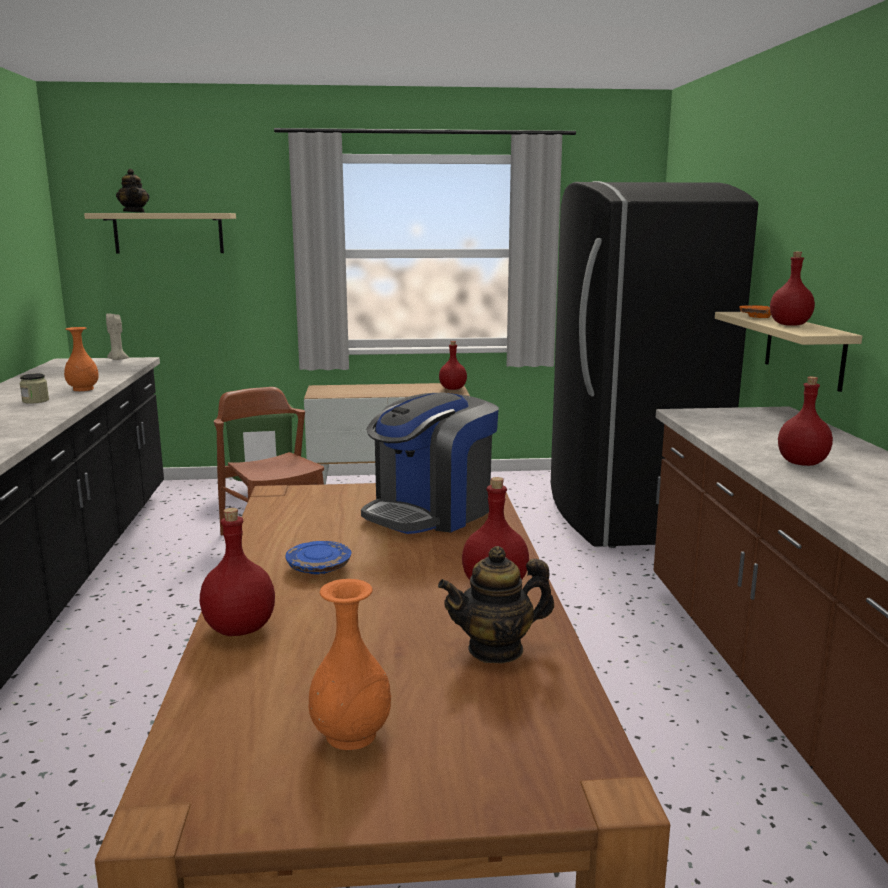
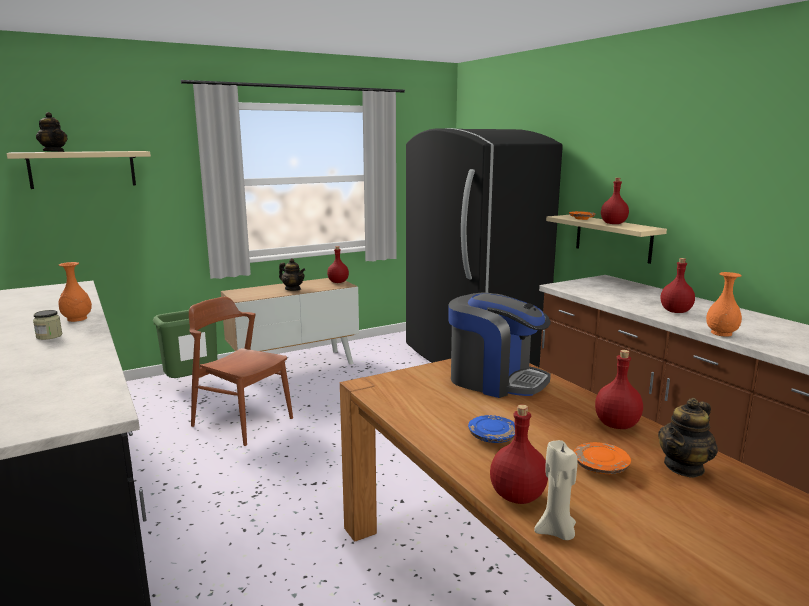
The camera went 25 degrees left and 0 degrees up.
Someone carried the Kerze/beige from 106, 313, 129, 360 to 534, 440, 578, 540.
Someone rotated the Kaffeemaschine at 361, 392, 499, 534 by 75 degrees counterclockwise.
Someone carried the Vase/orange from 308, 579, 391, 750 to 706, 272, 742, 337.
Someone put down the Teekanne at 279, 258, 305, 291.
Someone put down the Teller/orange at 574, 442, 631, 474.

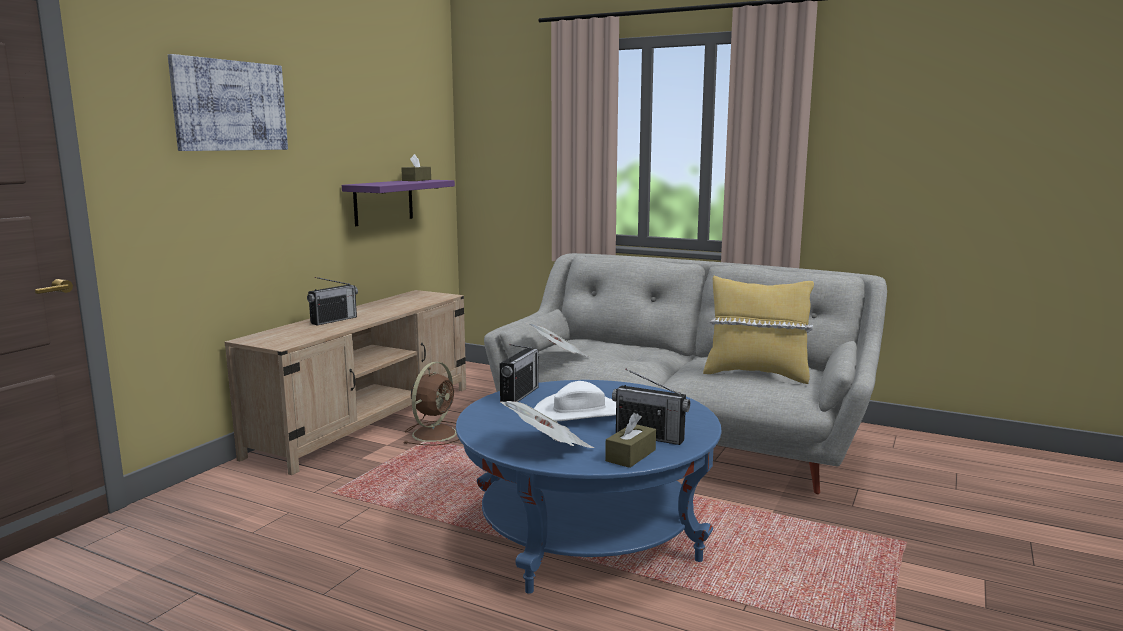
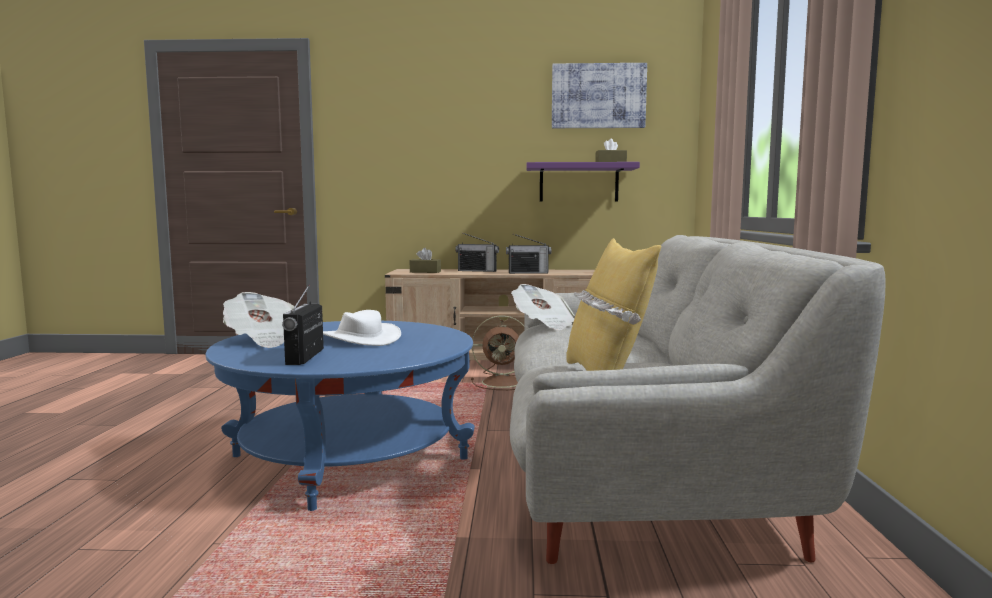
The camera went 65 degrees right and 5 degrees down.
Someone carried the Bild from 168, 54, 288, 151 to 552, 63, 647, 128.
Someone carried the Radio from 500, 344, 539, 402 to 506, 234, 551, 274.
Someone carried the Taschentuchbox/braun from 605, 413, 656, 468 to 410, 248, 441, 273.

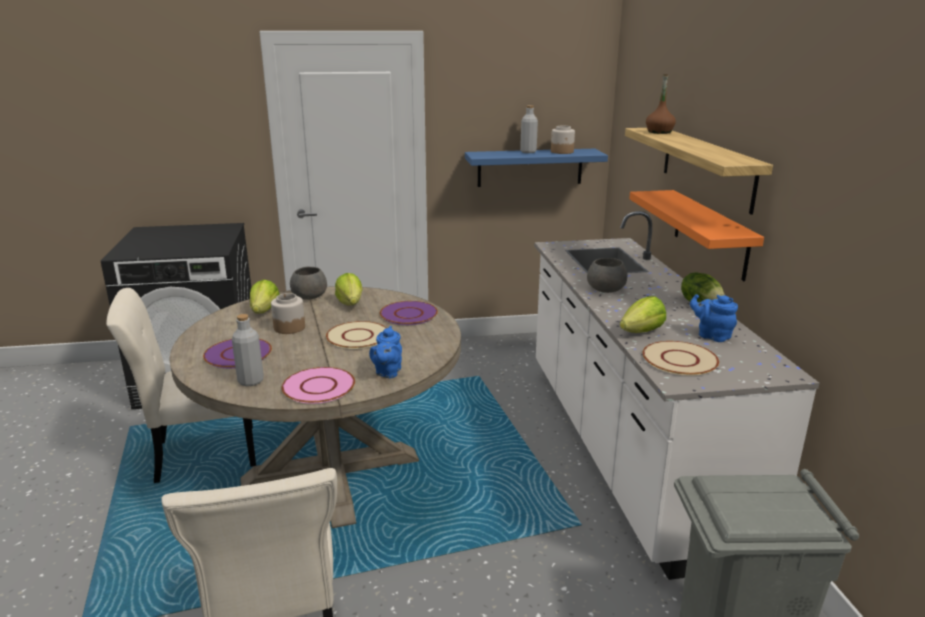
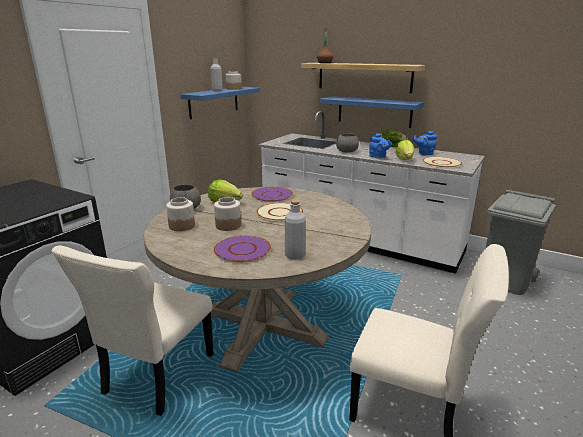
The camera went 50 degrees left and 0 degrees up.
Someone repainted the Wandregal/orange at 629, 190, 764, 281, which became the Wandregal/blau at 320, 96, 424, 128.
Someone swapped the Salatkopf at 250, 280, 280, 313 for the Vorratsglas at 166, 197, 195, 231.
Someone carried the Teekanne/blau from 369, 326, 402, 378 to 369, 133, 392, 159.
Someone took away the Teller/rosa at 282, 367, 355, 404.

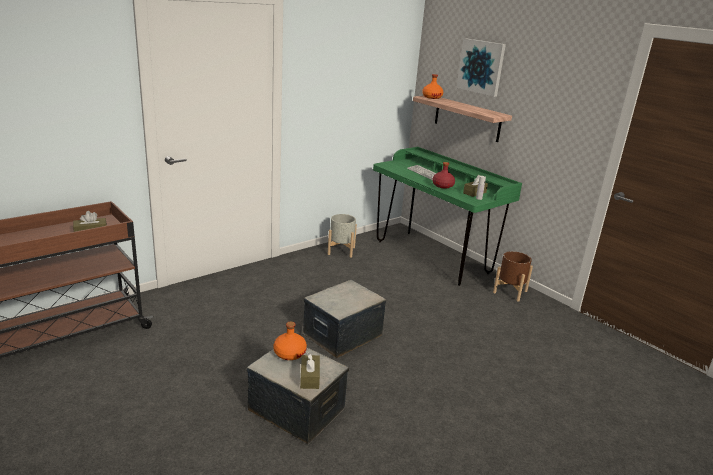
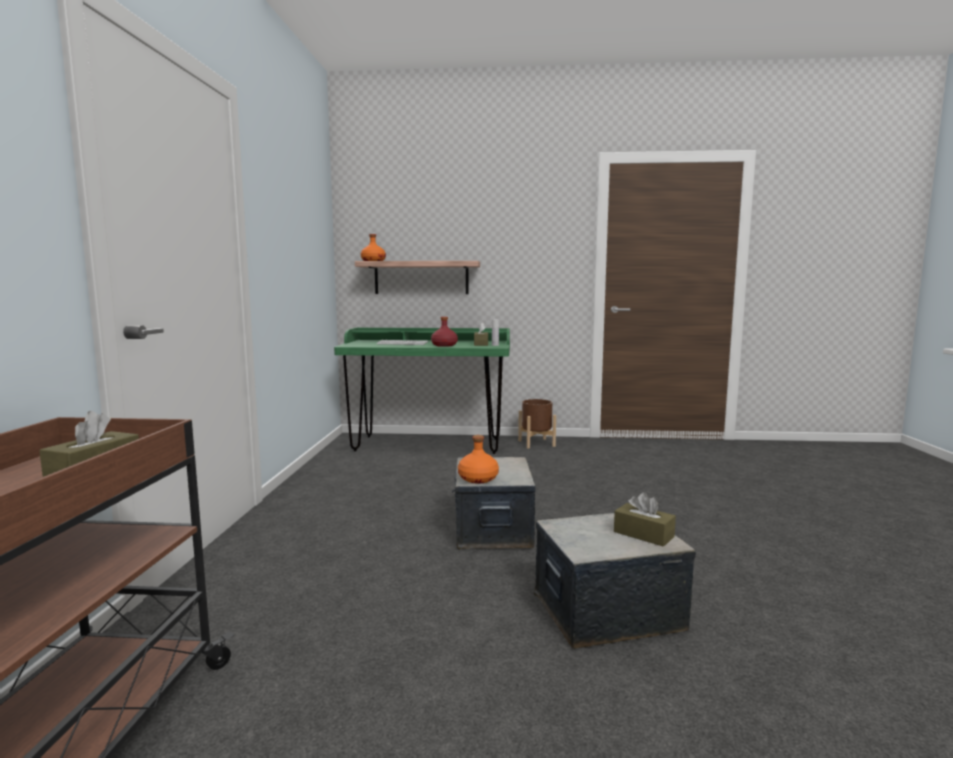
The camera went 45 degrees left and 15 degrees down.
Someone took away the Bild at 457, 38, 506, 97.
Someone took away the Pflanzkübel/grau at 328, 214, 357, 258.
Someone carried the Flasche/orange from 273, 322, 307, 360 to 458, 435, 499, 483.

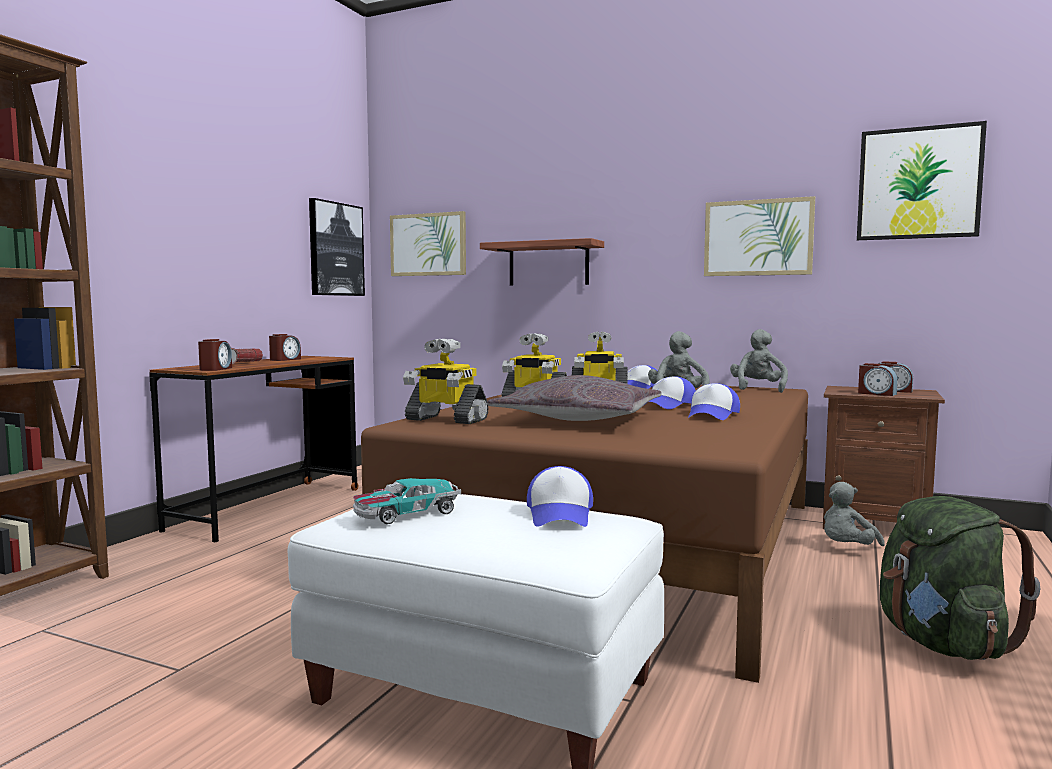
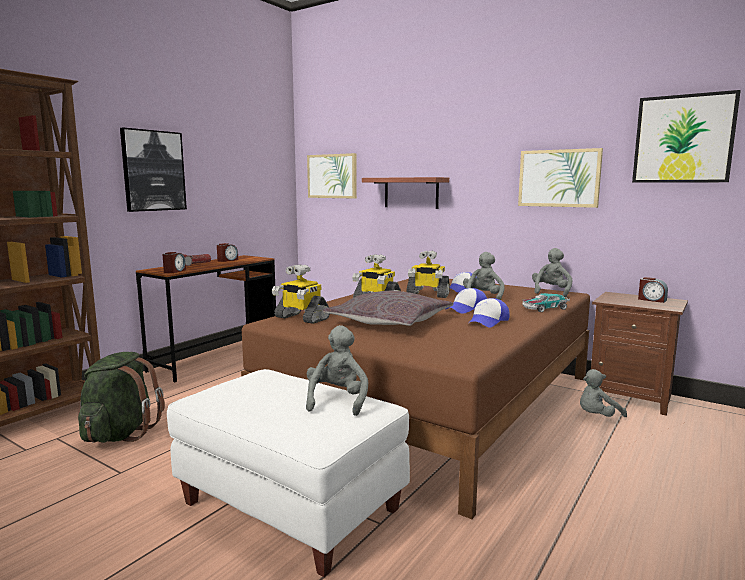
The camera went 10 degrees right and 5 degrees up.
Someone carried the Bild from 309, 198, 365, 296 to 120, 128, 187, 212.
Someone took away the Wecker at 858, 363, 898, 396.
Someone swapped the Kappe at 527, 466, 593, 527 for the Plüschtier/grau at 306, 325, 368, 416.
Someone carried the Spielzeugauto from 353, 478, 461, 524 to 522, 293, 570, 312.
Someone carried the Rucksack/grün from 880, 496, 1040, 660 to 78, 352, 165, 443.

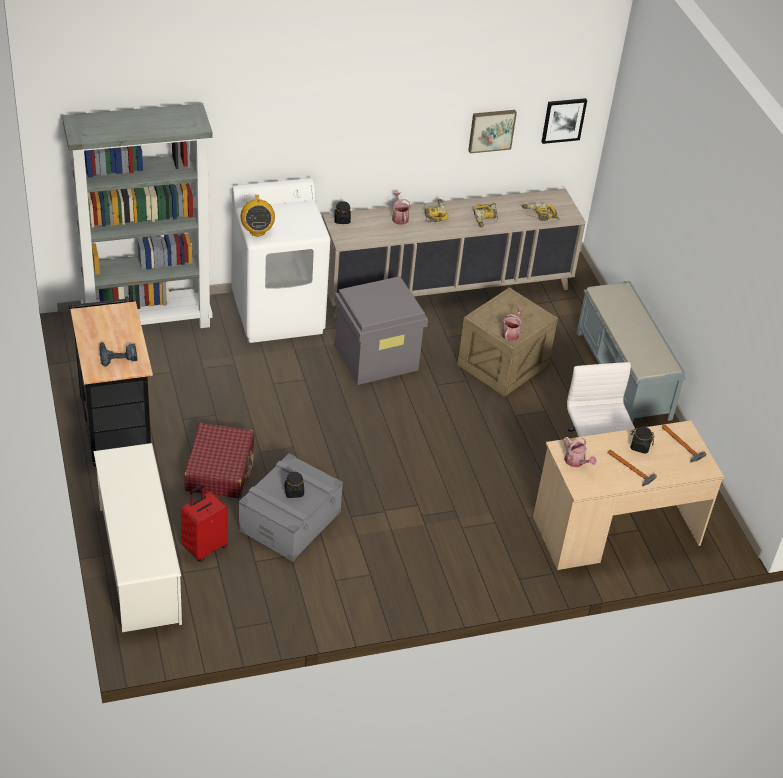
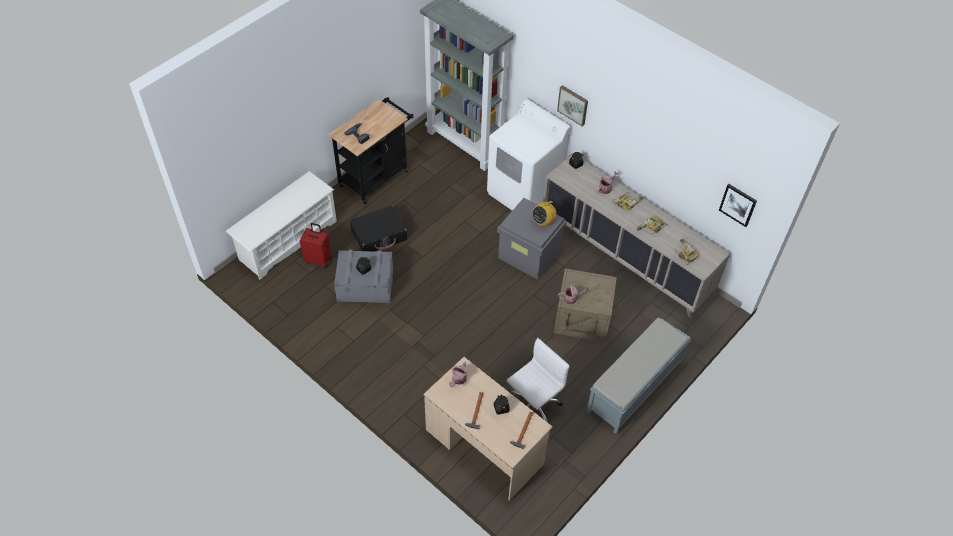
The camera went 60 degrees right and 10 degrees up.
Someone carried the Bild from 468, 110, 517, 153 to 557, 85, 588, 126.
Someone carried the Radio from 240, 195, 275, 236 to 532, 197, 557, 227.
Someone repainted the Koffer/rot at 184, 423, 254, 498, which became the Koffer/schwarz at 350, 206, 407, 251.

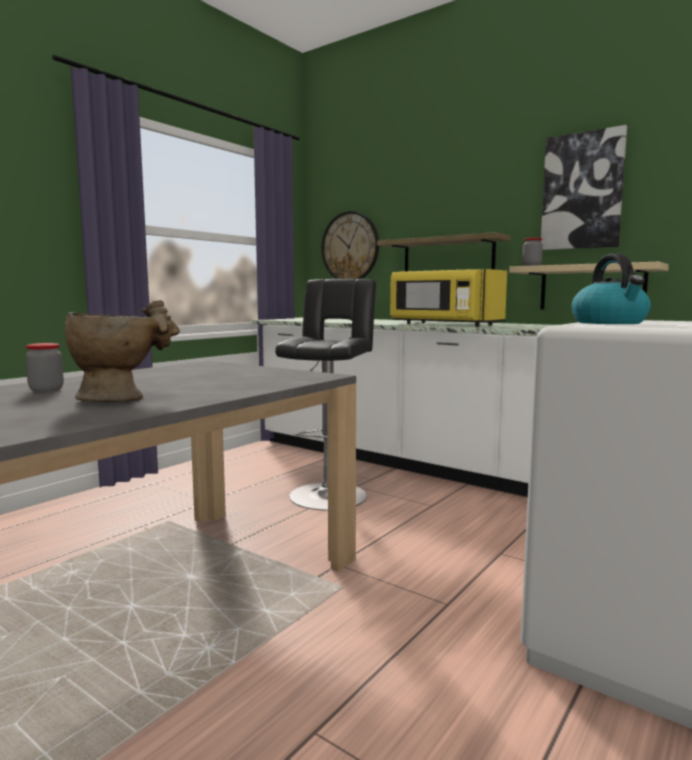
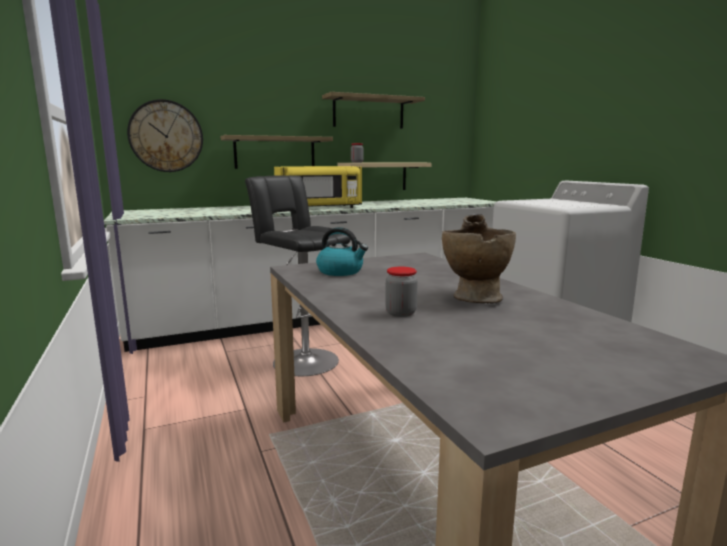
The camera went 60 degrees left and 5 degrees up.
Someone swapped the Bild at 541, 125, 627, 250 for the Wandregal at 322, 92, 425, 129.
Someone carried the Wasserkessel from 571, 253, 651, 324 to 316, 227, 368, 276.

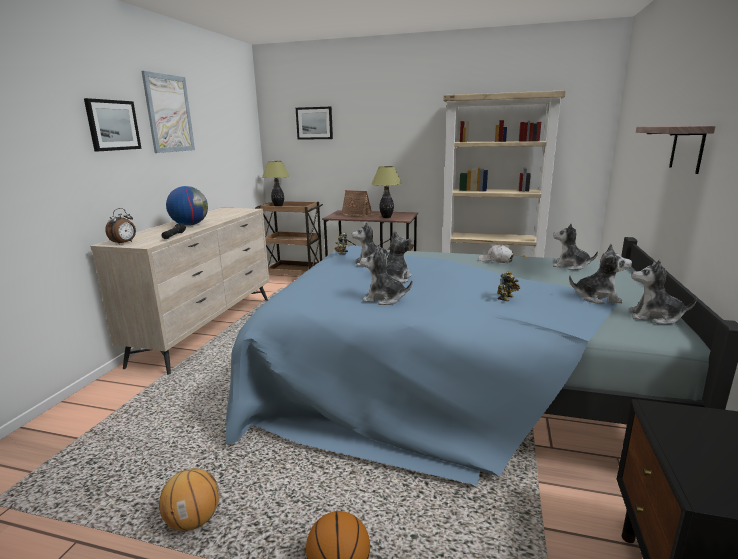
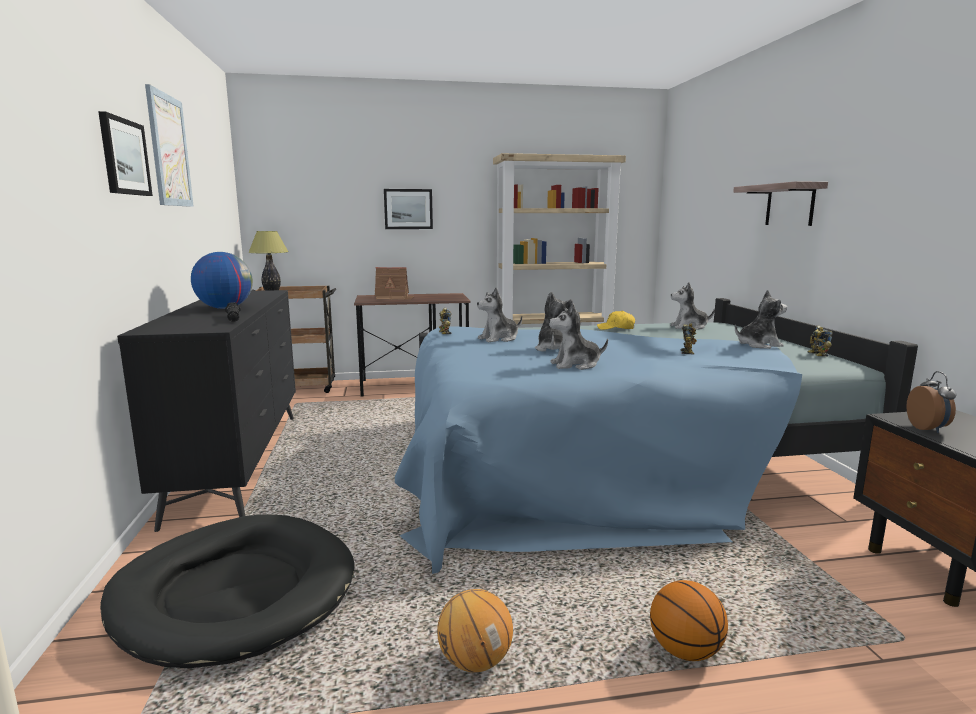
The camera went 25 degrees left and 5 degrees down.
Someone carried the Bild from 296, 107, 333, 140 to 384, 189, 433, 229.
Someone took away the Tischlampe at 371, 166, 402, 218.
Someone repainted the Kommode/beige at 90, 208, 270, 375, which became the Kommode/schwarz at 117, 290, 296, 532.
Someone carried the Wecker from 105, 208, 136, 245 to 906, 371, 956, 433.
Someone repainted the Kappe/weiß at 478, 245, 513, 263, which became the Kappe/gelb at 597, 311, 635, 330.
Someone swapped the Plüschtier at 629, 260, 697, 324 for the Spielzeugroboter at 807, 326, 833, 356.
Someone put down the Hundebett/schwarz at 100, 514, 355, 668.

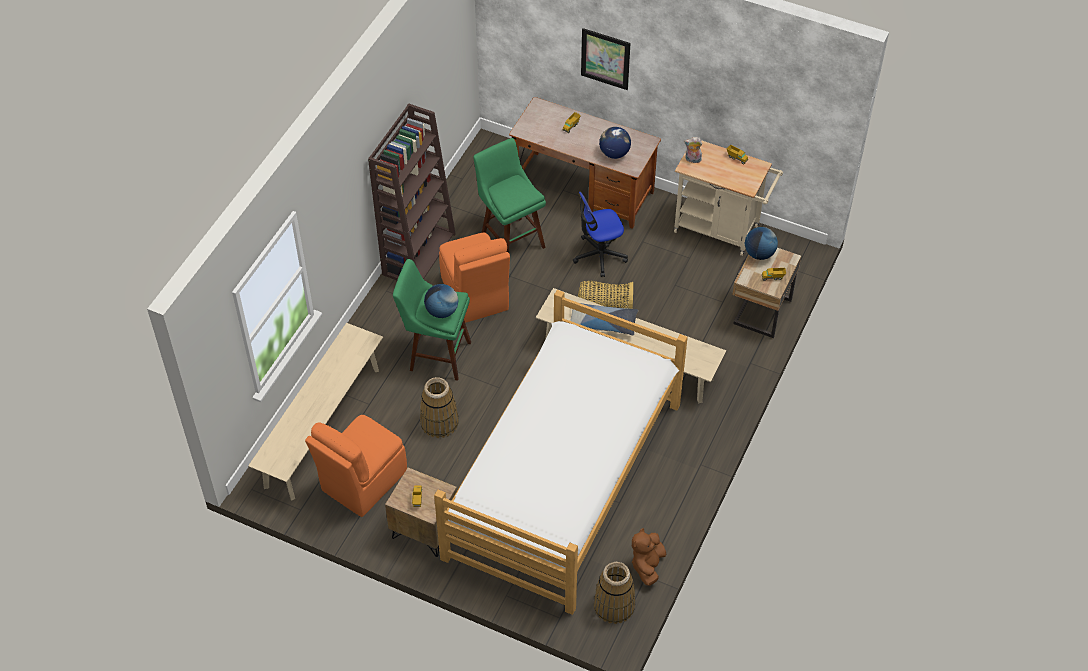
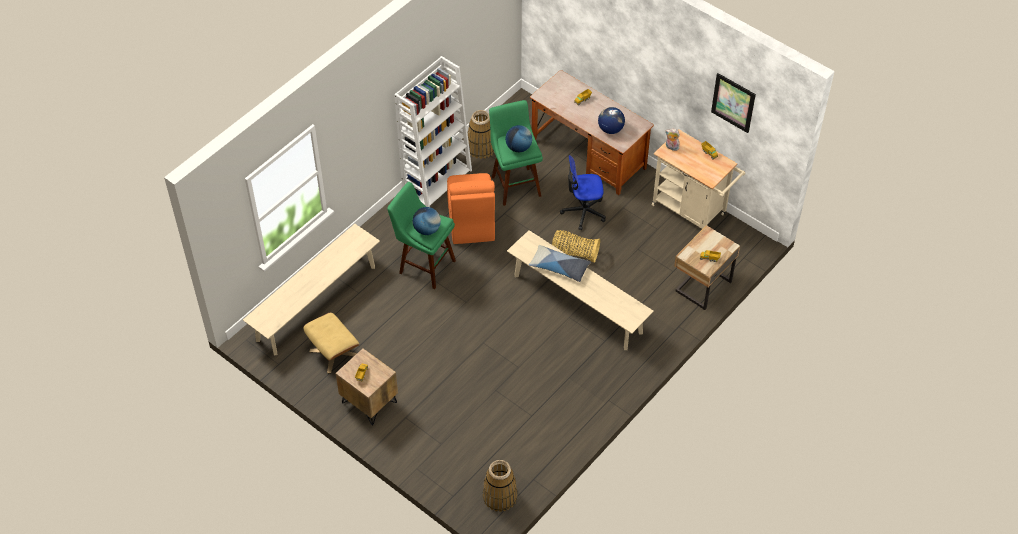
The camera went 15 degrees right and 0 degrees up.
Someone carried the Bild from 581, 28, 630, 90 to 711, 73, 756, 133.
Someone repainted the Bücherregal/braun at 368, 103, 456, 280, which became the Bücherregal/weiß at 394, 56, 472, 207.
Someone carried the Globus from 745, 227, 778, 260 to 505, 125, 533, 152.
Someone took away the Bett at 434, 290, 688, 615.
Someone carried the Korb from 420, 377, 459, 438 to 468, 110, 494, 159.
Someone swapped the Stuhl/orange at 305, 415, 407, 517 for the Polsterhocker/beige at 303, 313, 359, 373.
Someone took away the Plüschtier/braun at 632, 528, 666, 586.

